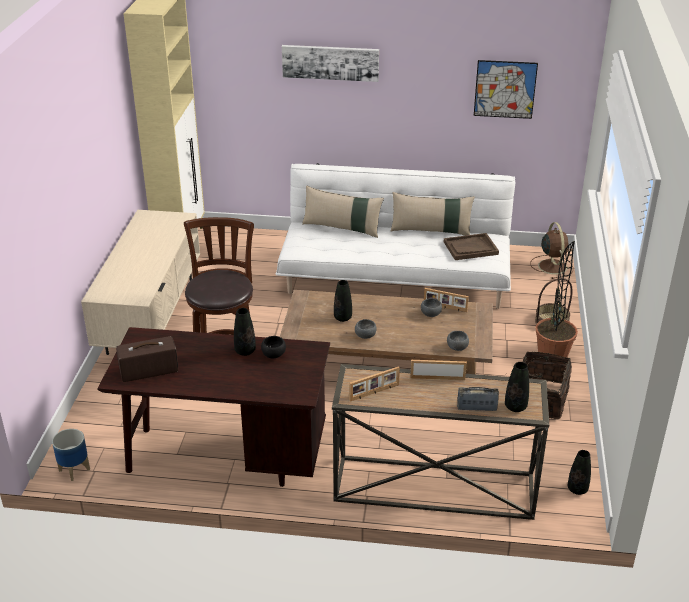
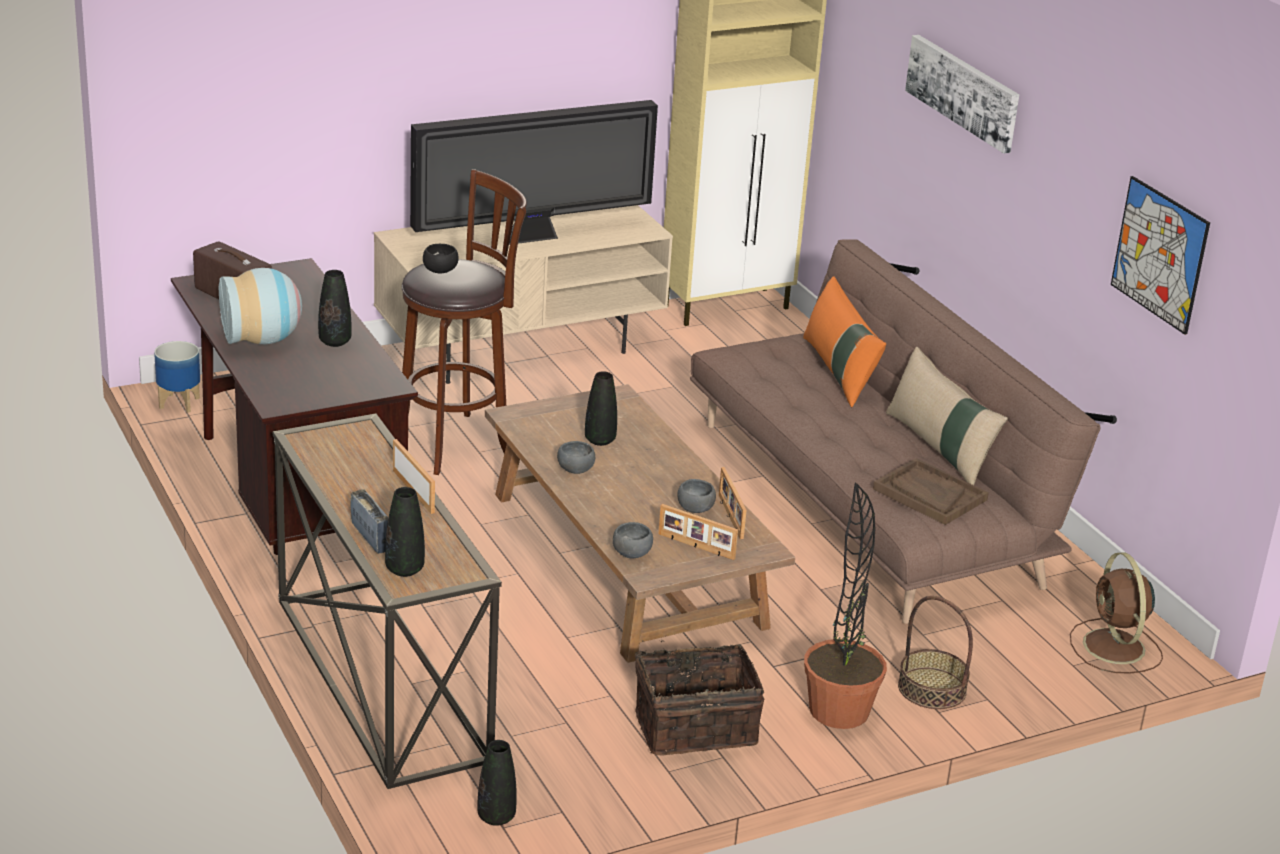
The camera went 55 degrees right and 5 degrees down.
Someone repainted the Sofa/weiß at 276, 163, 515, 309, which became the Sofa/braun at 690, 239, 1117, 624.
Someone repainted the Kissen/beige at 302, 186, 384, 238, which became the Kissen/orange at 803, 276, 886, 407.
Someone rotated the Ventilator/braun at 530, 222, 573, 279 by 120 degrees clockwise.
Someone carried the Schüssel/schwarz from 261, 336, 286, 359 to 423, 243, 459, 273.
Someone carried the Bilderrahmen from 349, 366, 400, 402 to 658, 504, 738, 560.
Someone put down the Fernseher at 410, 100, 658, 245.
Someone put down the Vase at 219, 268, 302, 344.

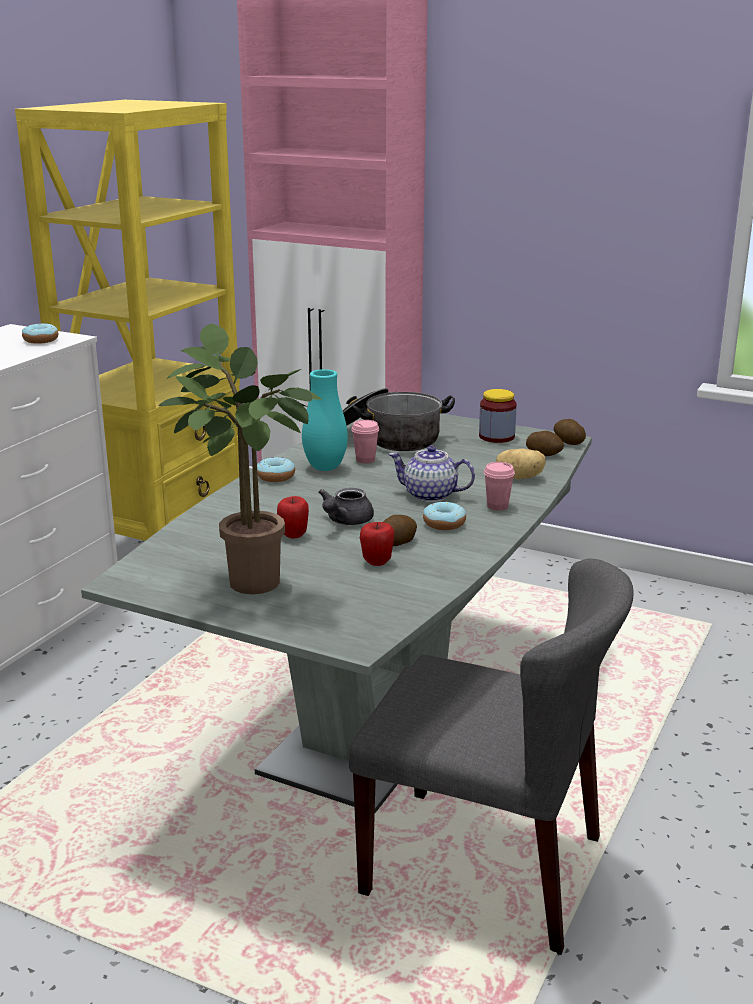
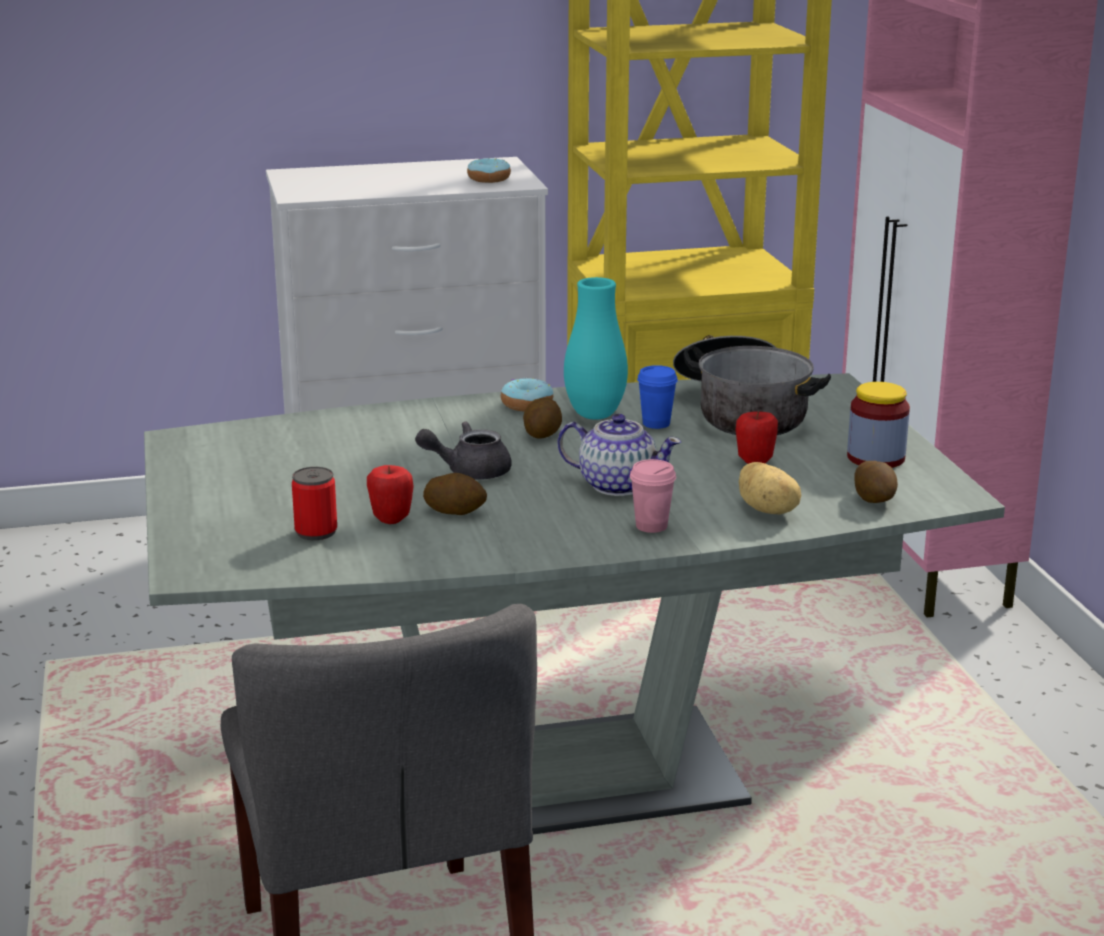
The camera went 50 degrees right and 0 degrees up.
Someone took away the Topfpflanze at 159, 324, 322, 594.
Someone carried the Kartoffel from 554, 419, 586, 445 to 523, 398, 562, 439.
Someone repainted the Tasse/rosa at 351, 420, 379, 463, which became the Tasse/blau at 637, 365, 678, 429.
Someone rotated the Teekanne at 388, 445, 475, 502 by 135 degrees clockwise.
Someone carried the Apfel from 277, 496, 309, 538 to 736, 411, 778, 464.
Someone took away the Donut at 423, 501, 466, 530.
Someone put down the Dose at 292, 467, 337, 540.

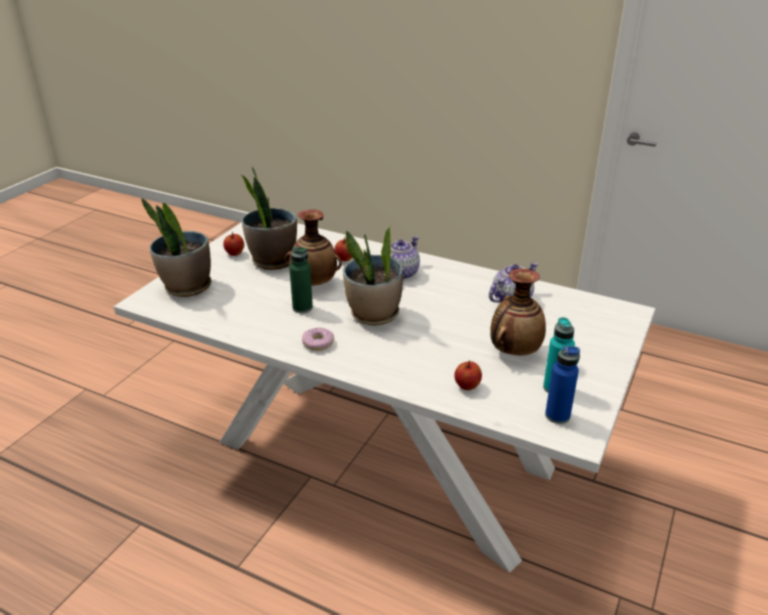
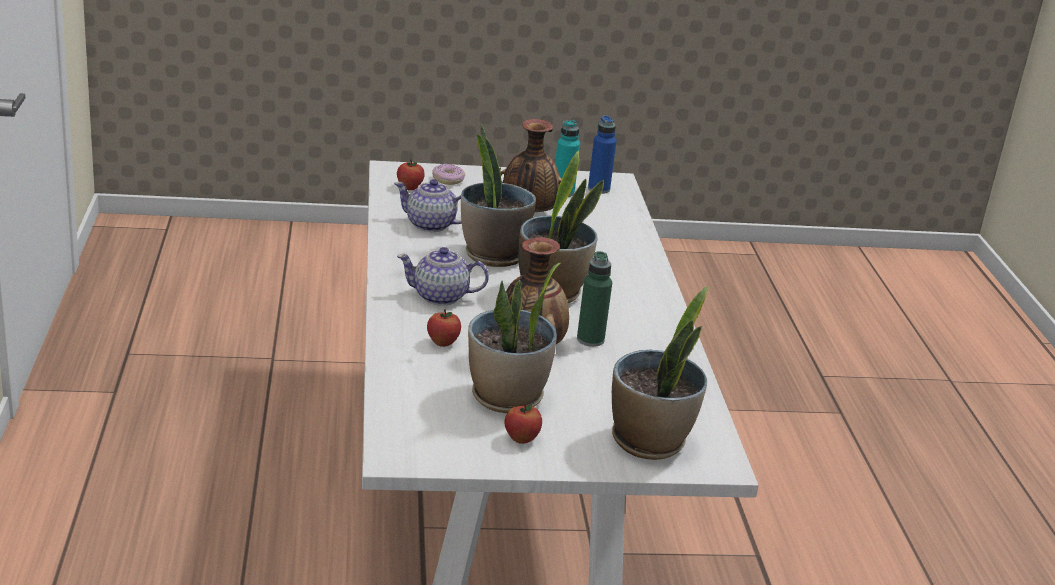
The camera went 125 degrees left and 5 degrees down.
Someone carried the Donut from 302, 327, 334, 351 to 432, 164, 465, 185.
Someone carried the Apfel from 454, 360, 482, 390 to 397, 159, 425, 190.
Someone put down the Topfpflanze at 461, 124, 536, 267.

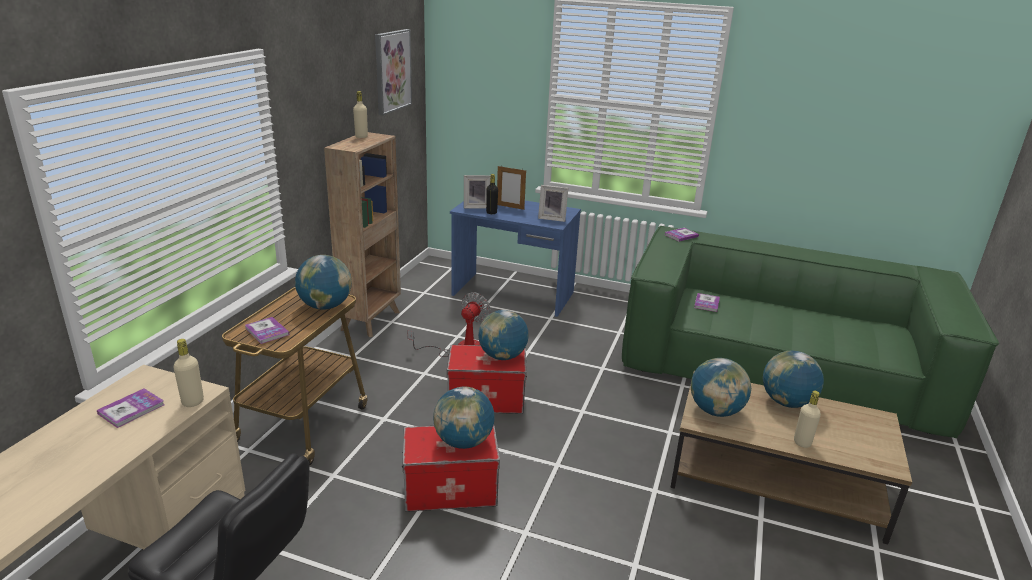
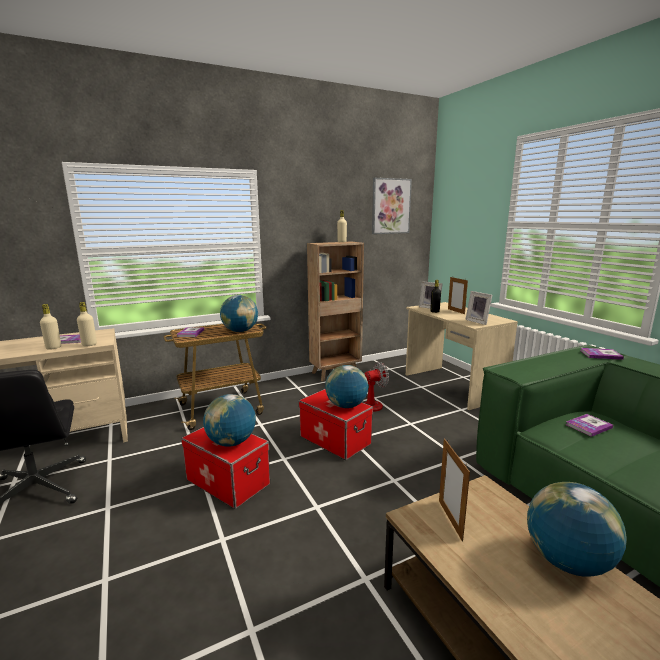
The camera went 45 degrees right and 10 degrees down.
Someone repainted the Schreibtisch/blau at 450, 201, 581, 317, which became the Schreibtisch/beige at 406, 302, 518, 410.
Someone swapped the Globus at 691, 358, 751, 417 for the Bilderrahmen at 439, 439, 470, 541.
Someone carried the Flasche/beige from 794, 390, 821, 448 to 40, 304, 61, 350.

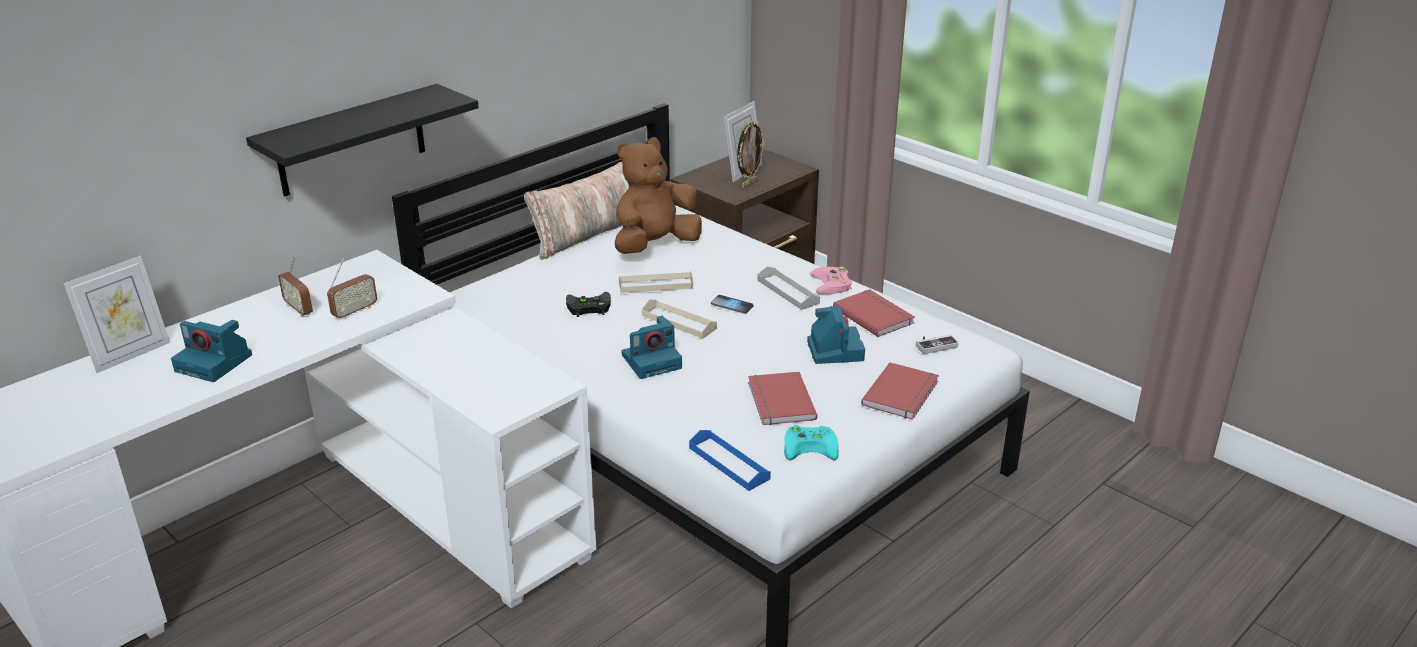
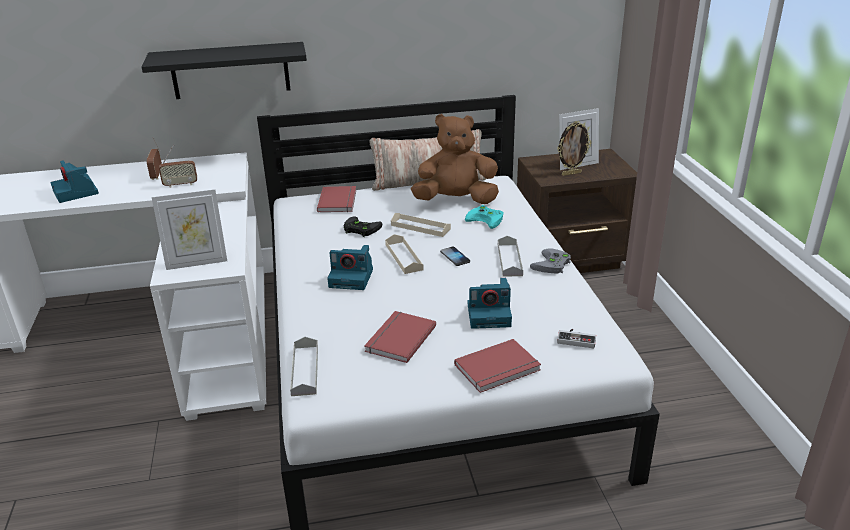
The camera went 35 degrees right and 0 degrees up.
Someone carried the Bilderrahmen from 63, 256, 170, 373 to 152, 189, 227, 270.
Someone repainted the Gamepad/rosa at 810, 267, 852, 294, which became the Gamepad/grau at 530, 249, 571, 274.
Someone carried the Buch/rot from 833, 289, 915, 337 to 317, 186, 356, 212.
Someone rotated the Kamera at 807, 306, 865, 364 by 60 degrees clockwise.
Someone carried the Gamepad/türkis from 784, 425, 839, 460 to 465, 205, 503, 229.
Someone repainted the Tablett/blau at 689, 430, 771, 491, which became the Tablett/grau at 290, 337, 318, 396.

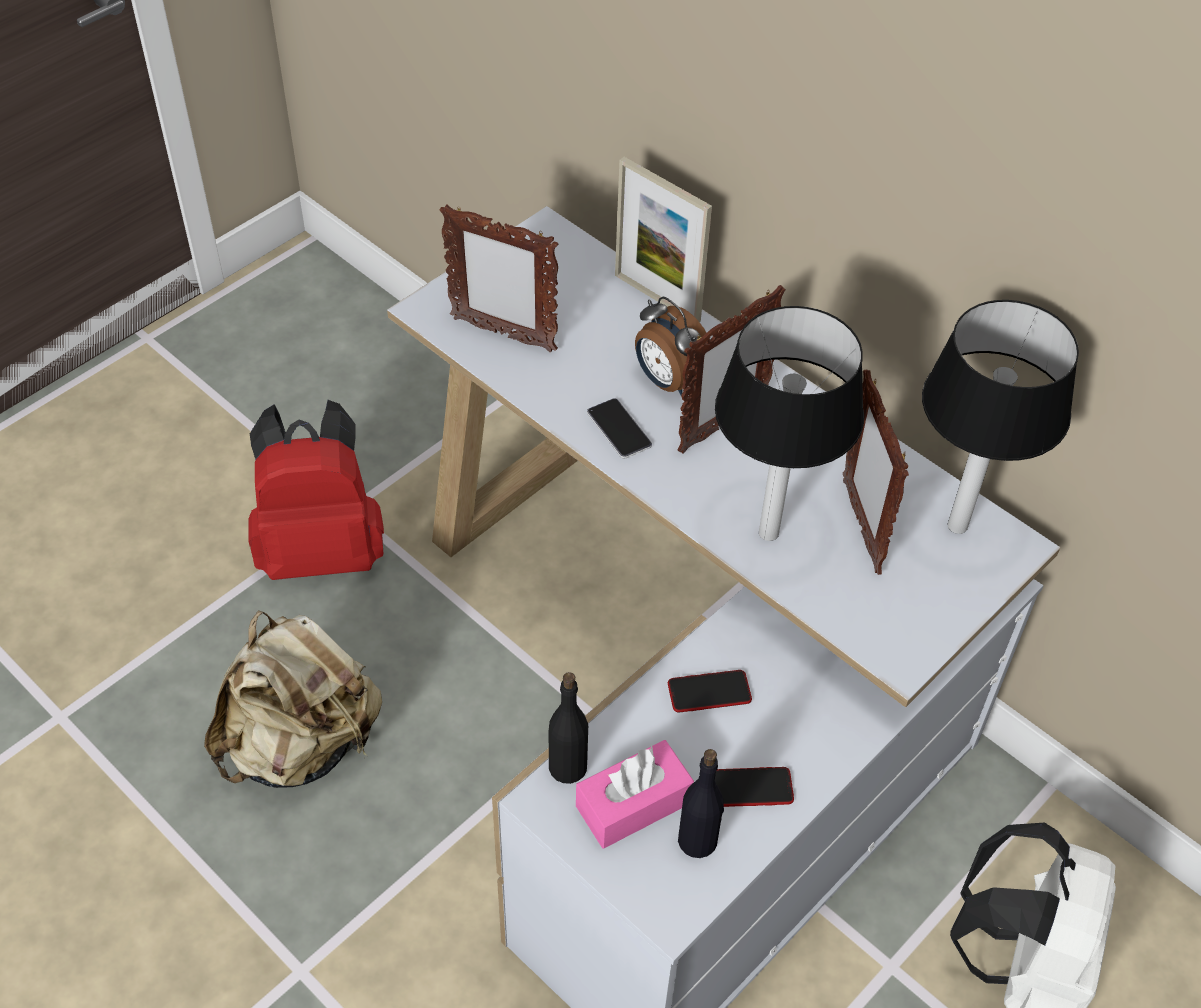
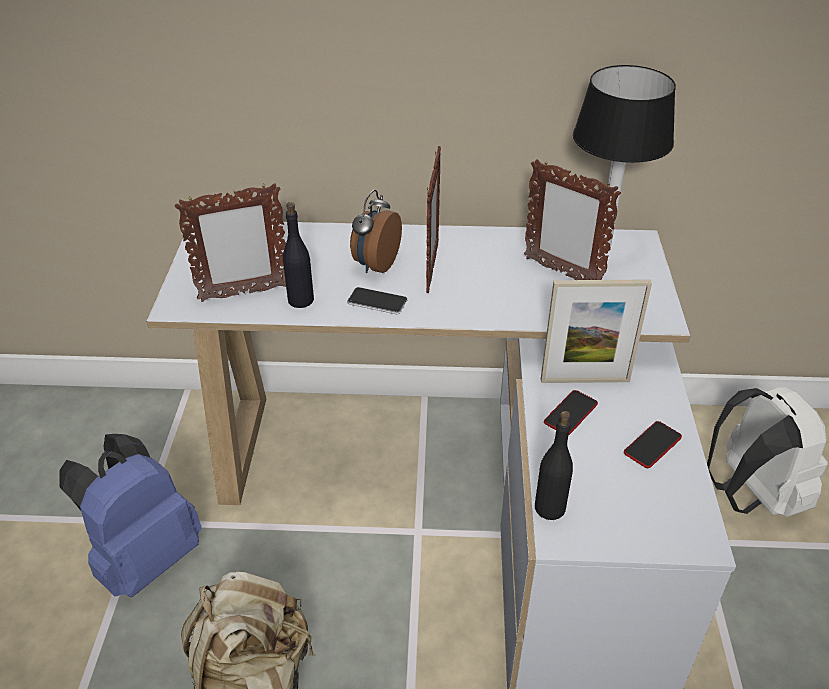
The camera went 40 degrees left and 10 degrees down.
Someone carried the Bilderrahmen from 615, 157, 712, 322 to 541, 279, 652, 383.
Someone rotated the Wecker at 635, 297, 706, 395 by 105 degrees clockwise.
Someone took away the Tischlampe at 715, 306, 864, 541.
Someone repainted the Rucksack/rot at 248, 400, 384, 580, which became the Rucksack/blau at 59, 434, 202, 598.
Someone took away the Taschentuchbox/rosa at 576, 740, 694, 849.
Someone carried the Flasche/schwarz from 678, 749, 724, 858 to 283, 202, 314, 308.

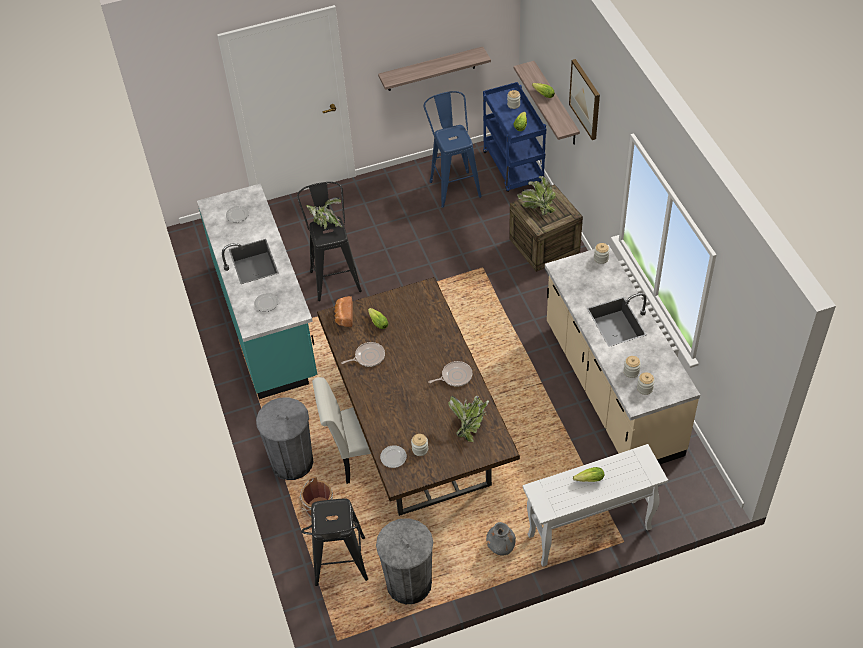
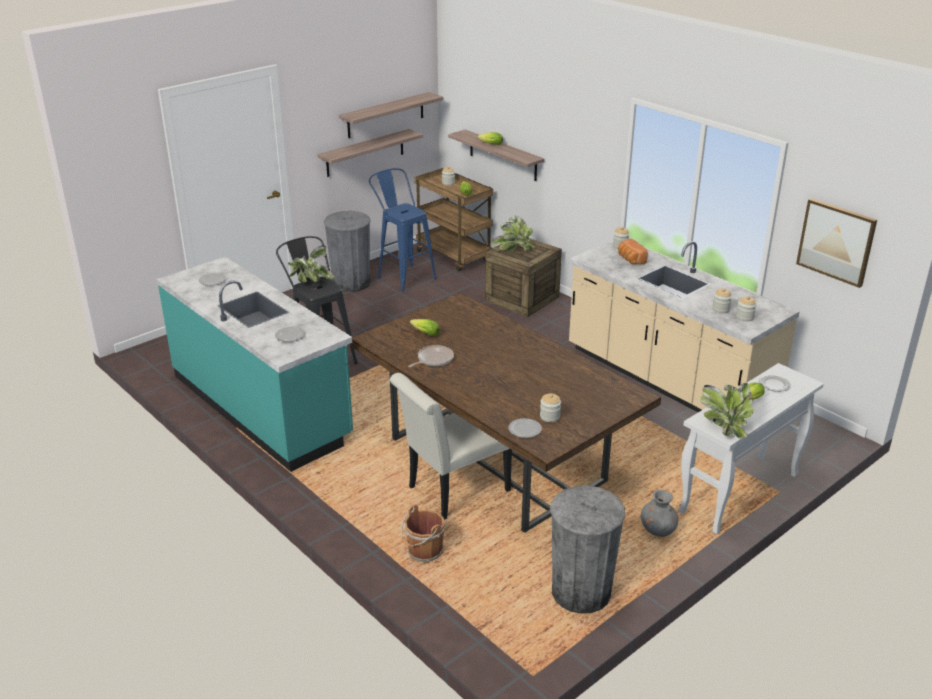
The camera went 25 degrees left and 20 degrees down.
Someone carried the Bild from 569, 59, 600, 140 to 796, 198, 877, 288.
Someone repainted the Rollwagen/blau at 483, 82, 546, 192, which became the Rollwagen/braun at 414, 168, 493, 272.
Someone carried the Brot from 334, 296, 353, 327 to 618, 239, 648, 264.
Someone took away the Pfanne at 428, 361, 473, 387.
Someone carried the Topfpflanze from 448, 396, 489, 442 to 700, 383, 754, 438.
Someone carried the Mülleimer/grau from 256, 397, 314, 480 to 324, 211, 371, 292.
Someone took away the Hocker/schwarz at 301, 499, 368, 586.
Someone put up the Wandregal at 339, 92, 444, 138.
Someone put down the Teller at 759, 375, 791, 392.

